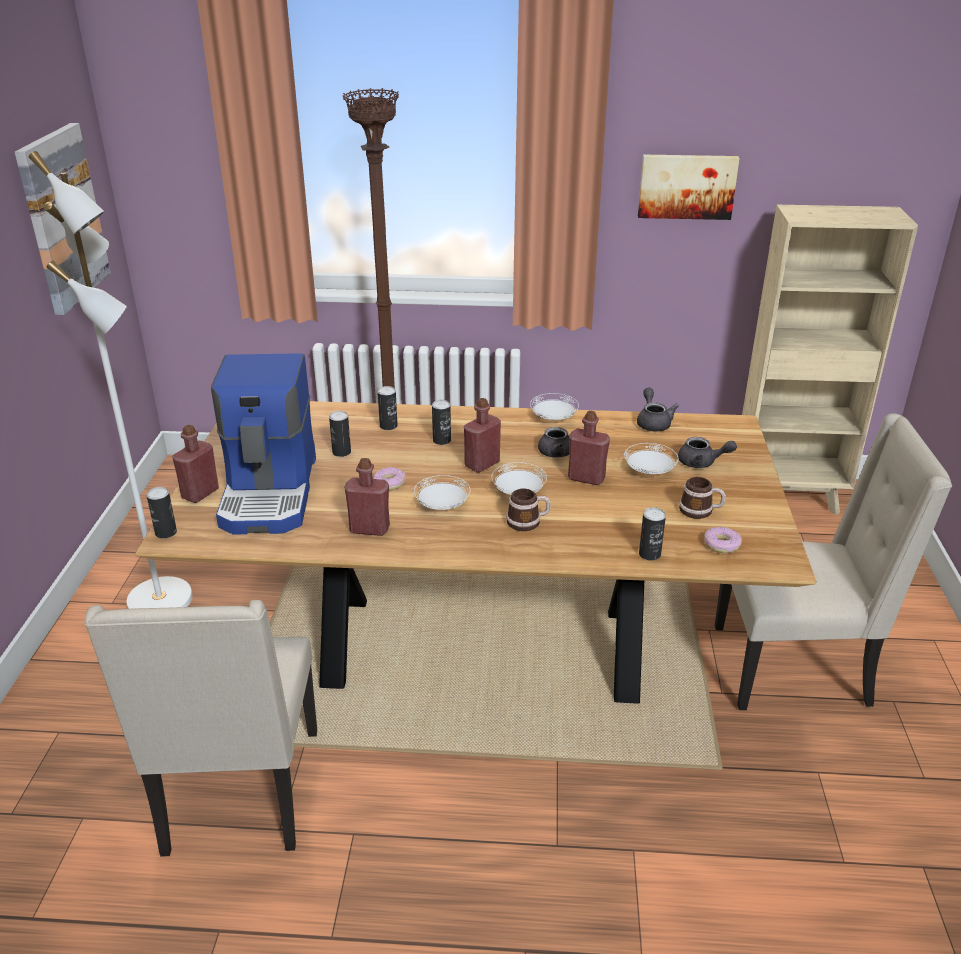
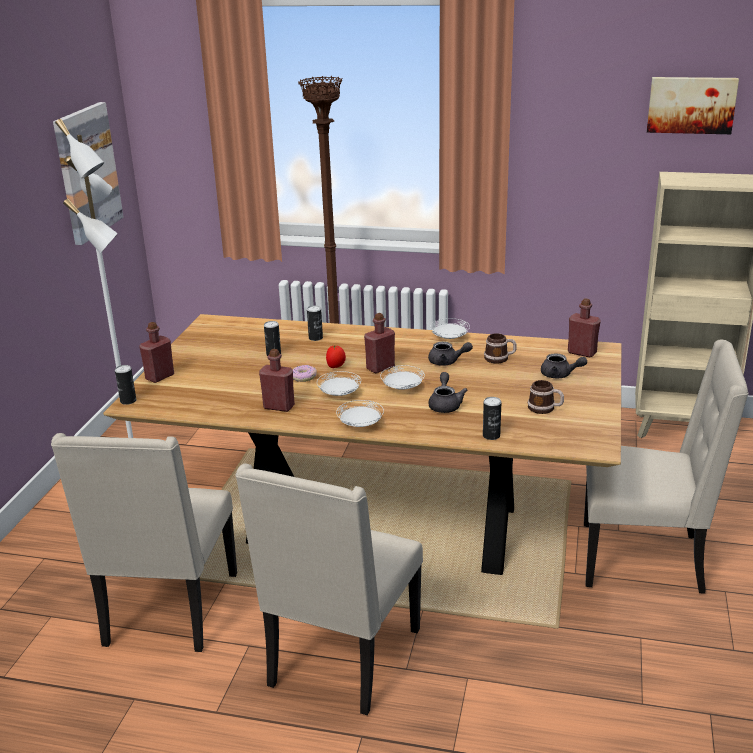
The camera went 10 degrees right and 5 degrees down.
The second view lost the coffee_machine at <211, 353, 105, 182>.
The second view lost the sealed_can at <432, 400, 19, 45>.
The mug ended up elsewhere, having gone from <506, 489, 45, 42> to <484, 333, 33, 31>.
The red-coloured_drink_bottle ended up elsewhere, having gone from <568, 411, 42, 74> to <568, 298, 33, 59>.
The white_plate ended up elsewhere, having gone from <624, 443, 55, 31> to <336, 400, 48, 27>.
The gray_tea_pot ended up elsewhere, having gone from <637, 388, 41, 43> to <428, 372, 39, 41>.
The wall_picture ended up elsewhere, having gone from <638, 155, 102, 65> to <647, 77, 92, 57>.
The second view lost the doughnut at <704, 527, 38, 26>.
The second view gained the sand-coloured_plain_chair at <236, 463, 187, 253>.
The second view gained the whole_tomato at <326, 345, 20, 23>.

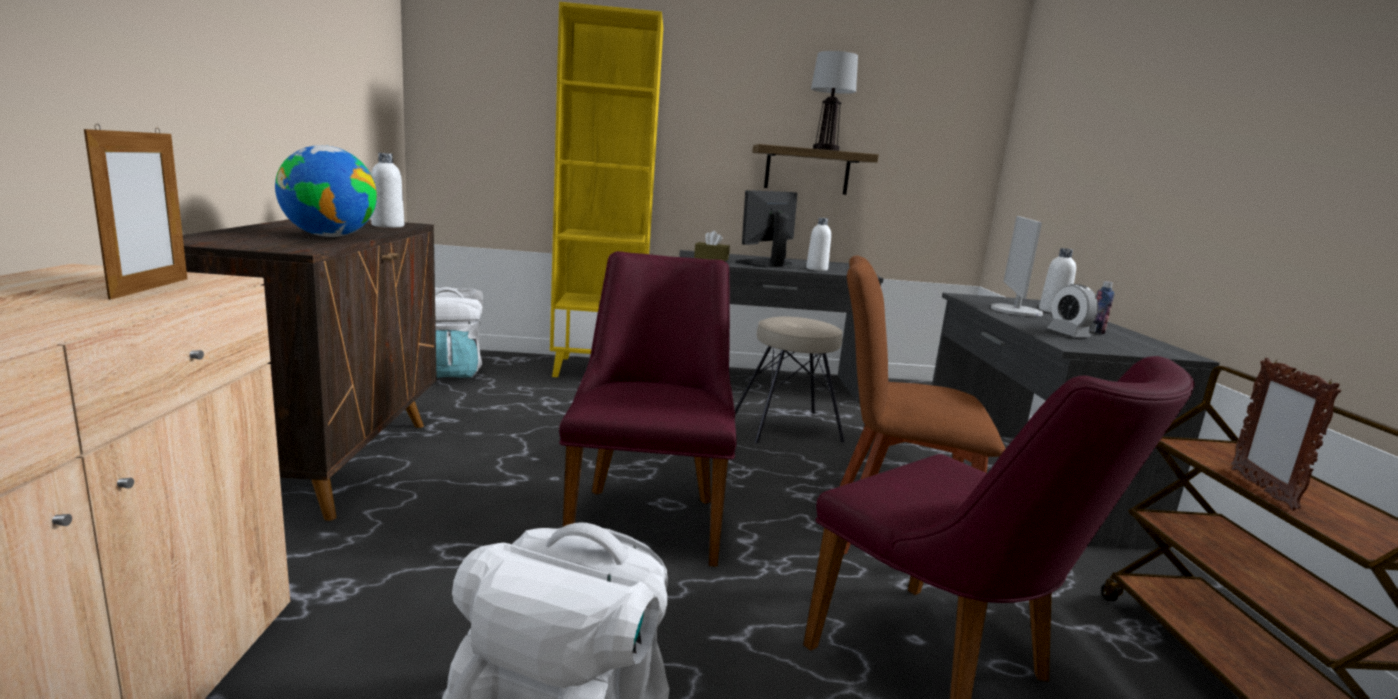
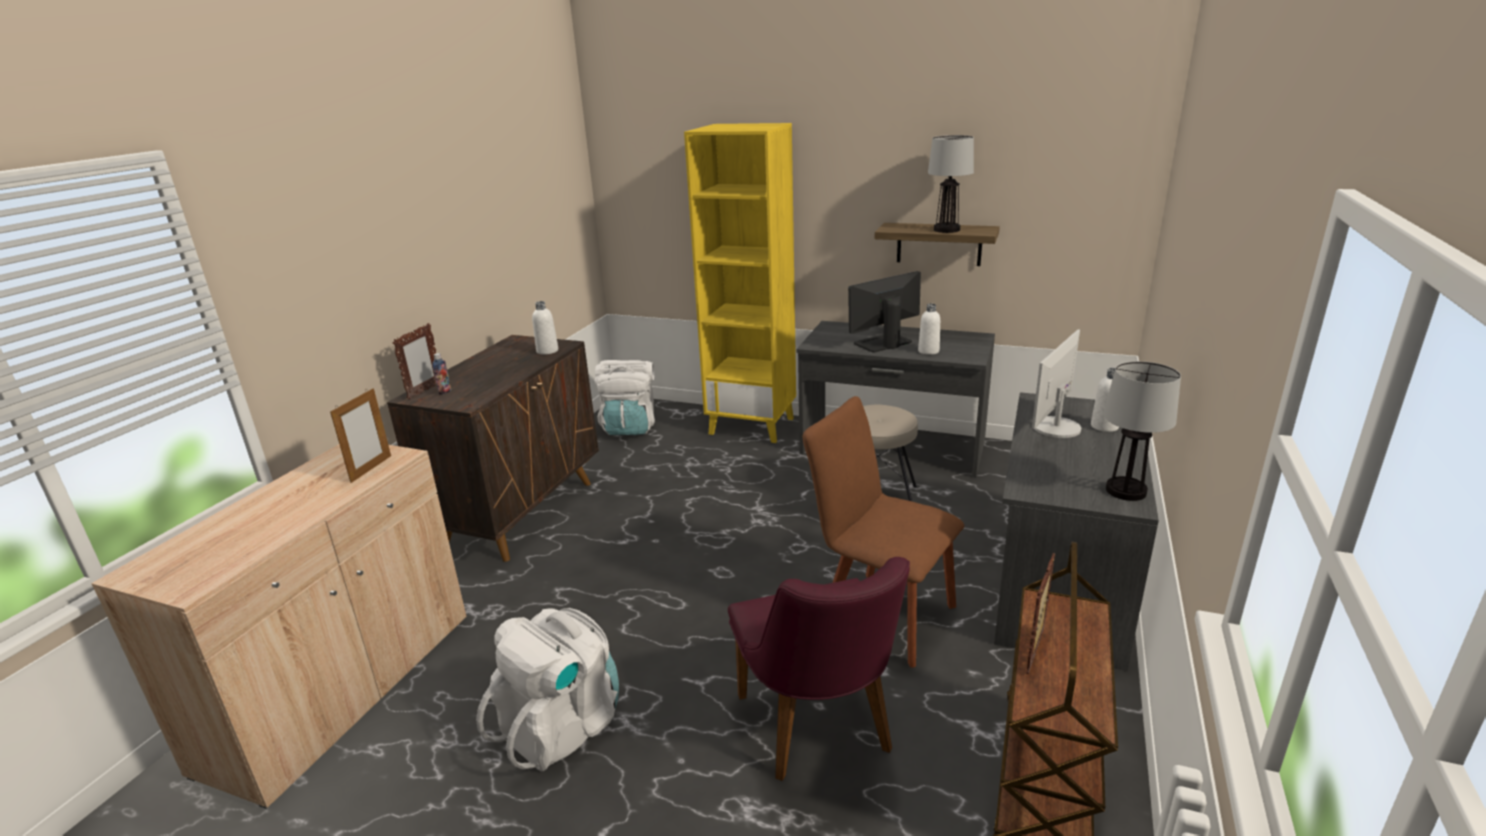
The camera went 25 degrees right and 10 degrees up.
The second view lost the world_globe at <275, 145, 102, 92>.
The second view lost the purplish_plain_chair at <559, 251, 178, 316>.
The second view lost the brownish_box_of_tissues at <694, 231, 36, 30>.
The second view lost the bedside_clock at <1047, 284, 51, 53>.
The drink_bottle ended up elsewhere, having gone from <1089, 281, 25, 53> to <433, 353, 18, 42>.
The second view gained the standing_frame at <393, 323, 44, 77>.
The second view gained the tabletop_lamp at <1103, 361, 78, 140>.

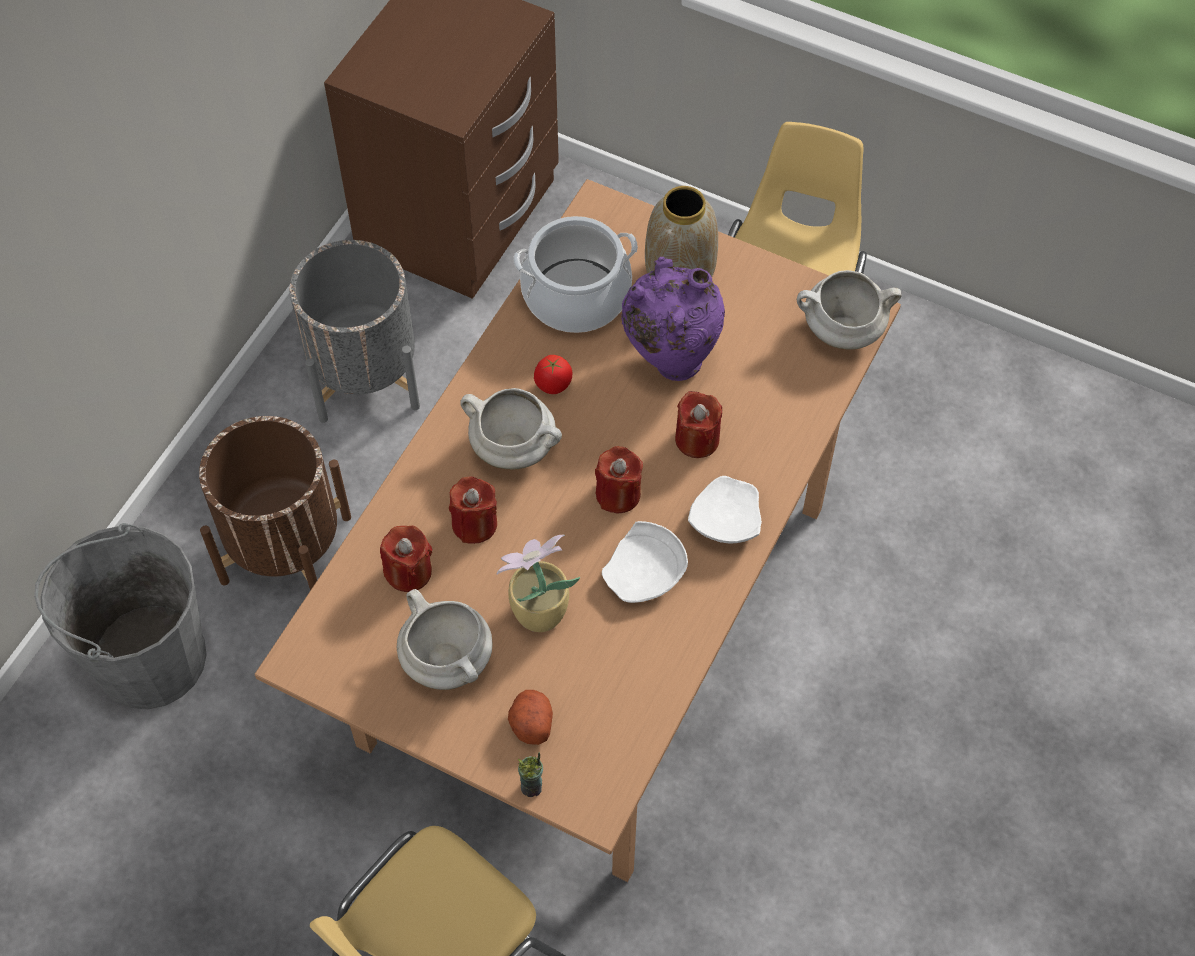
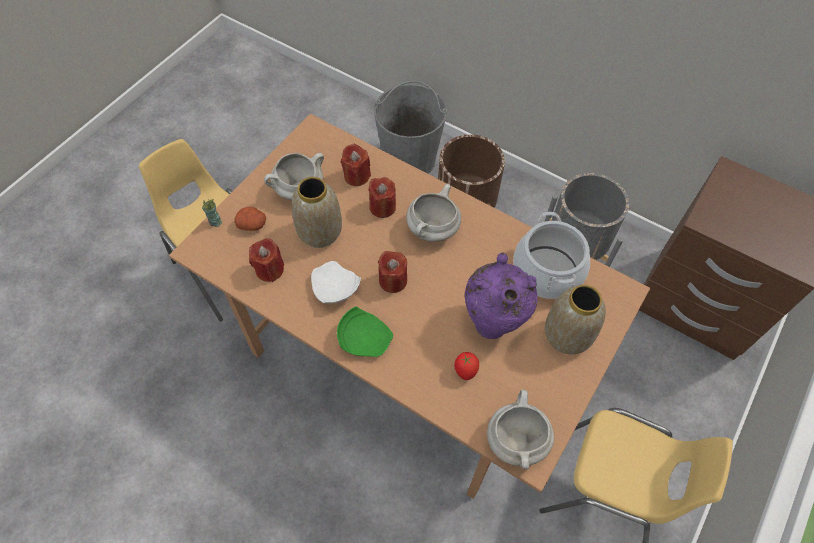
The camera went 95 degrees right and 0 degrees up.
Where the houseplant stood at <496, 535, 84, 97>, the flower_vase came to stand at <292, 177, 50, 71>.
The whole_tomato ended up elsewhere, having gone from <534, 355, 38, 39> to <454, 352, 25, 28>.
The red-coloured_candle ended up elsewhere, having gone from <675, 391, 47, 67> to <249, 238, 35, 44>.
What was the white_plate at <688, 476, 74, 67> turned into the green_plate at <337, 307, 56, 50>.

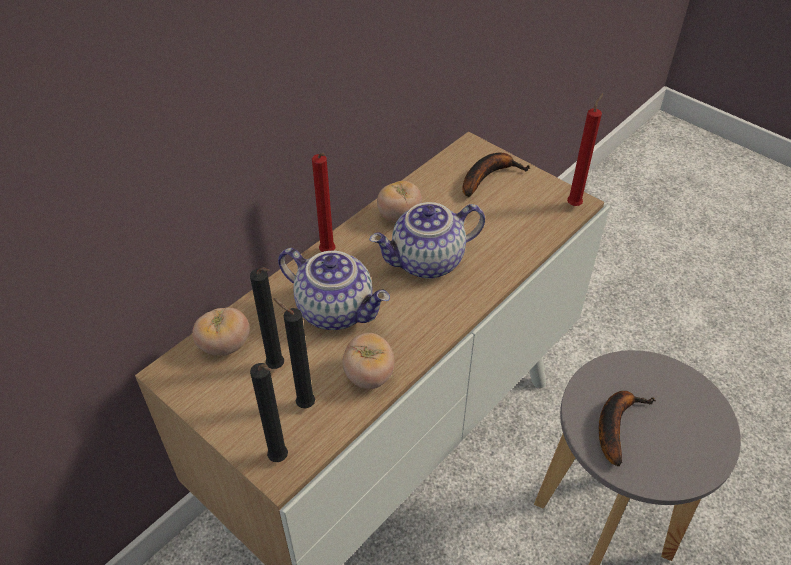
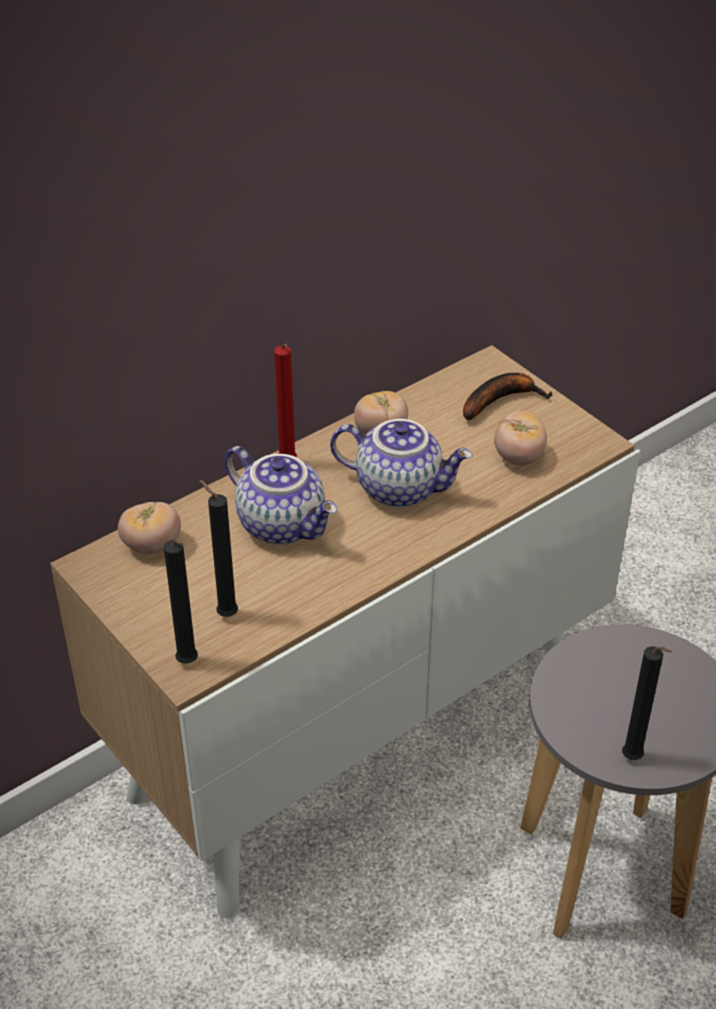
The camera went 10 degrees right and 5 degrees down.
The black_candle ended up elsewhere, having gone from <250, 267, 34, 102> to <622, 646, 50, 114>.
The whole_tomato ended up elsewhere, having gone from <342, 333, 53, 56> to <494, 411, 53, 54>.
The tea_pot at <369, 202, 116, 77> ended up facing another way, 150 degrees counterclockwise from before.
The second view lost the red-coloured_candle at <567, 93, 36, 113>.
The second view lost the banana at <599, 391, 57, 75>.

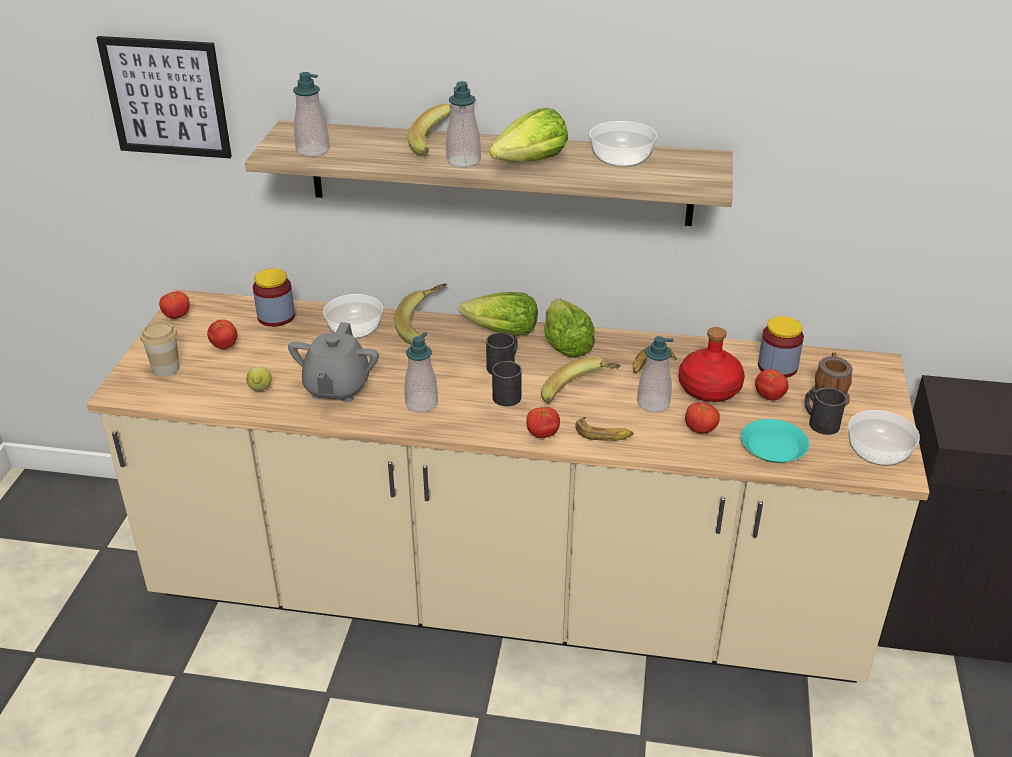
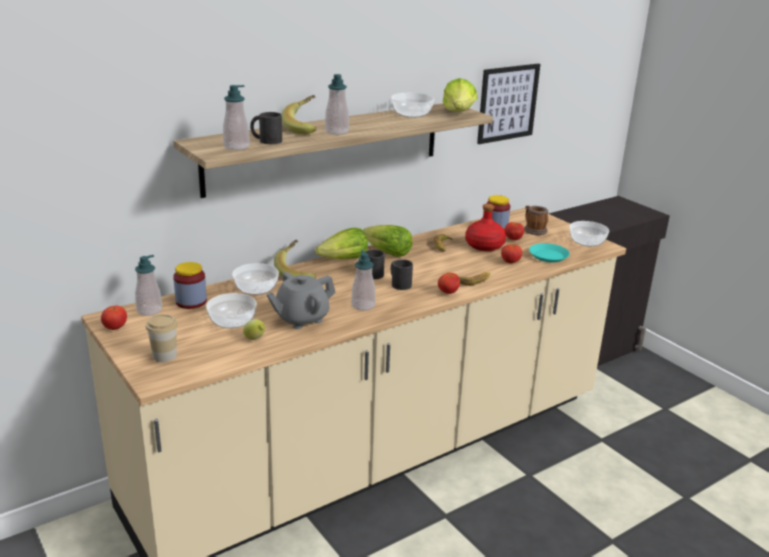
The camera went 45 degrees left and 10 degrees down.
The wall_picture ended up elsewhere, having gone from <96, 36, 136, 122> to <477, 63, 63, 81>.
The second view lost the whole_tomato at <207, 320, 30, 29>.
The gray_tea_pot at <288, 322, 91, 80> ended up facing another way, 90 degrees clockwise from before.
The lettuce_head ended up elsewhere, having gone from <489, 108, 79, 54> to <443, 78, 34, 34>.
The second view lost the banana at <541, 356, 80, 47>.
The soap_dispenser ended up elsewhere, having gone from <637, 336, 37, 76> to <135, 255, 27, 61>.
The black_mug ended up elsewhere, having gone from <804, 388, 42, 47> to <250, 112, 32, 32>.
The second view gained the deep_dish at <206, 293, 51, 36>.

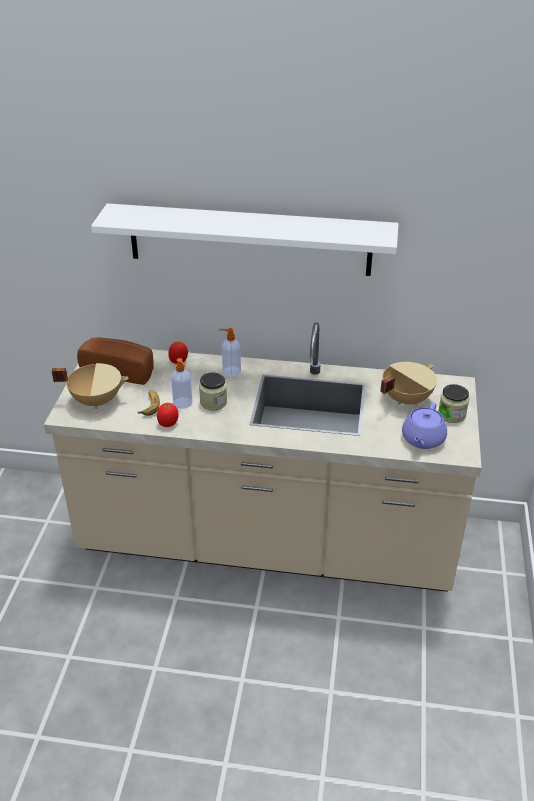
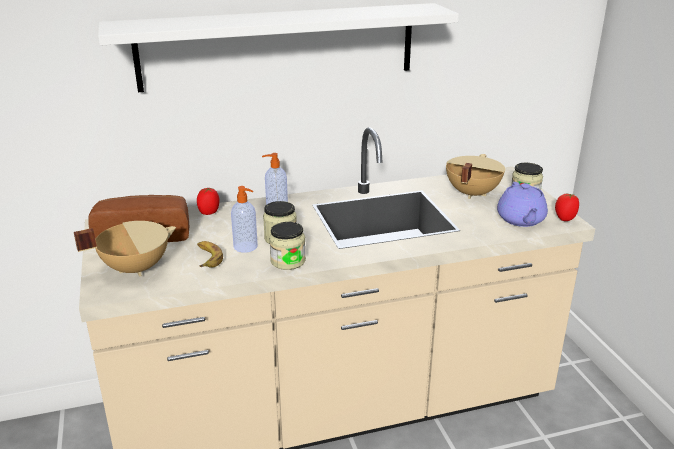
The camera went 25 degrees left and 10 degrees down.
The whole_tomato ended up elsewhere, having gone from <157, 403, 22, 24> to <555, 194, 24, 27>.
The second view gained the preserve_jar at <269, 222, 37, 48>.

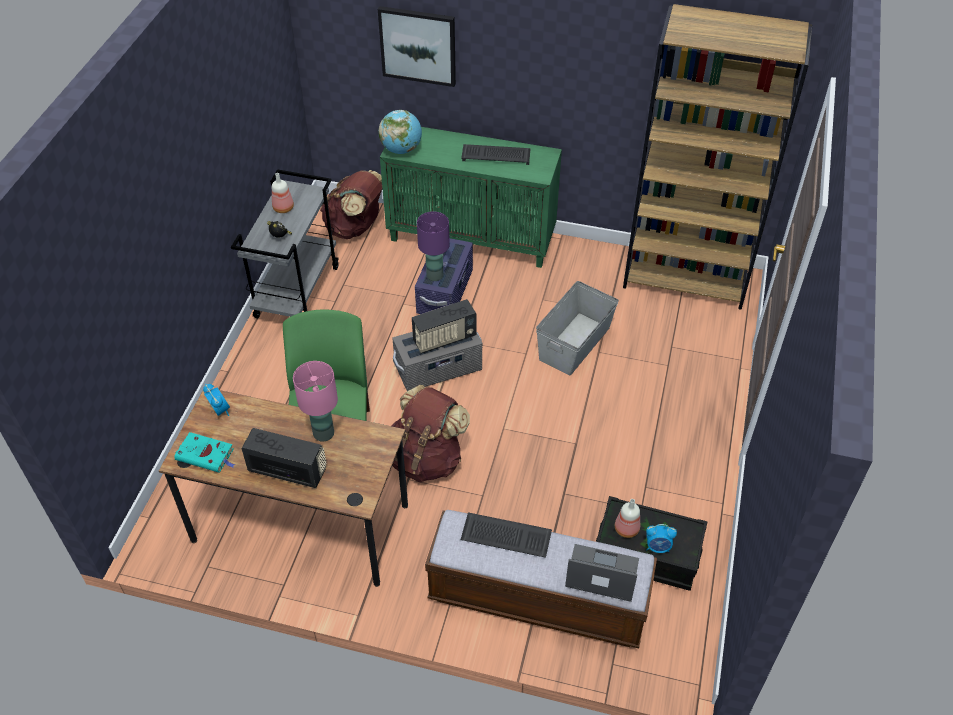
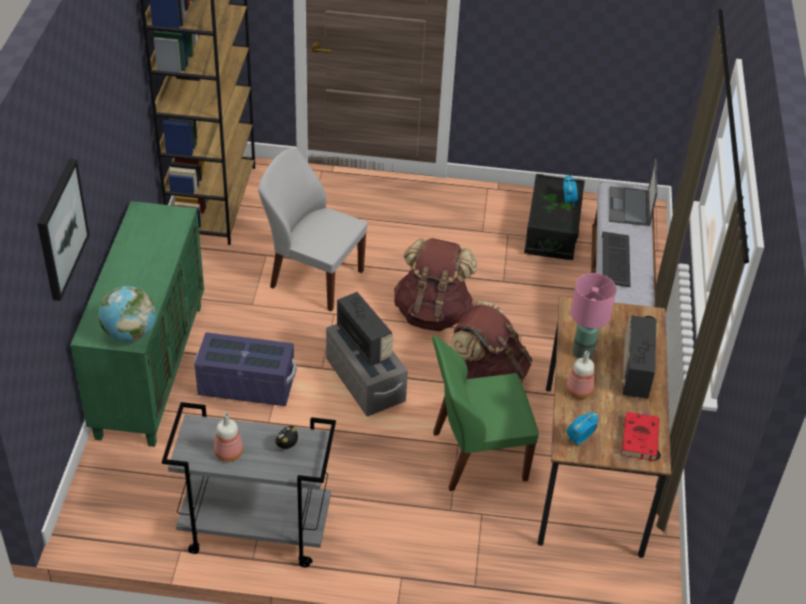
The camera went 100 degrees left and 5 degrees down.
What was the blue-green_book at <174, 432, 61, 41> turned into the red-coloured_book at <622, 412, 37, 49>.
The brownish_knapsack ended up elsewhere, having gone from <320, 170, 62, 69> to <394, 238, 83, 93>.
The second view lost the purplish_tabletop_lamp at <417, 212, 33, 69>.
The second view lost the PC_keyboard at <461, 144, 70, 21>.
Where the gray_storage_bin stood at <536, 281, 83, 95>, the white_plain_chair came to stand at <258, 148, 109, 163>.
The drink_bottle ended up elsewhere, having gone from <615, 499, 25, 39> to <566, 351, 28, 48>.

